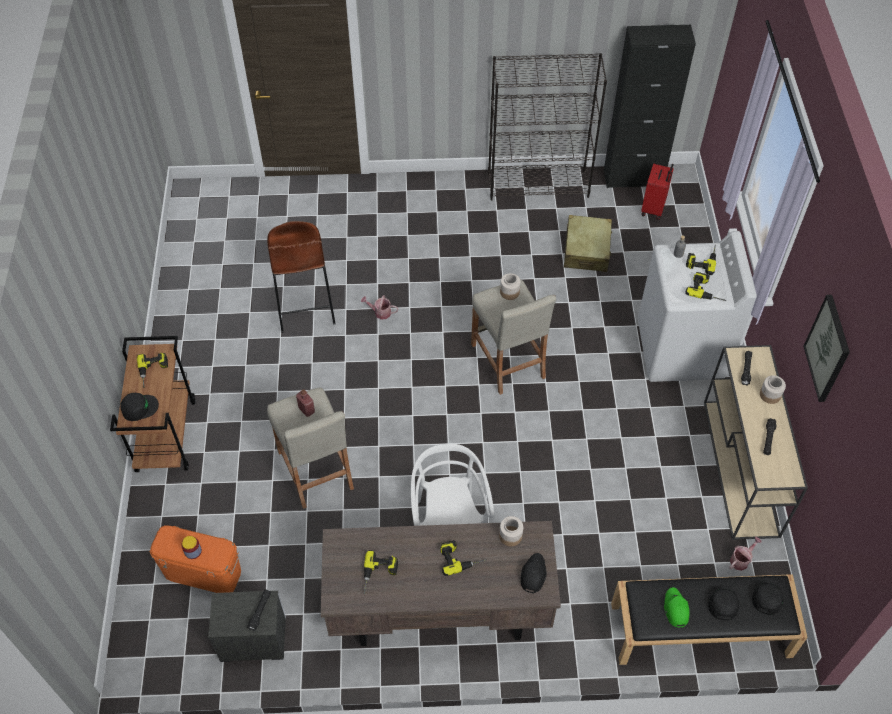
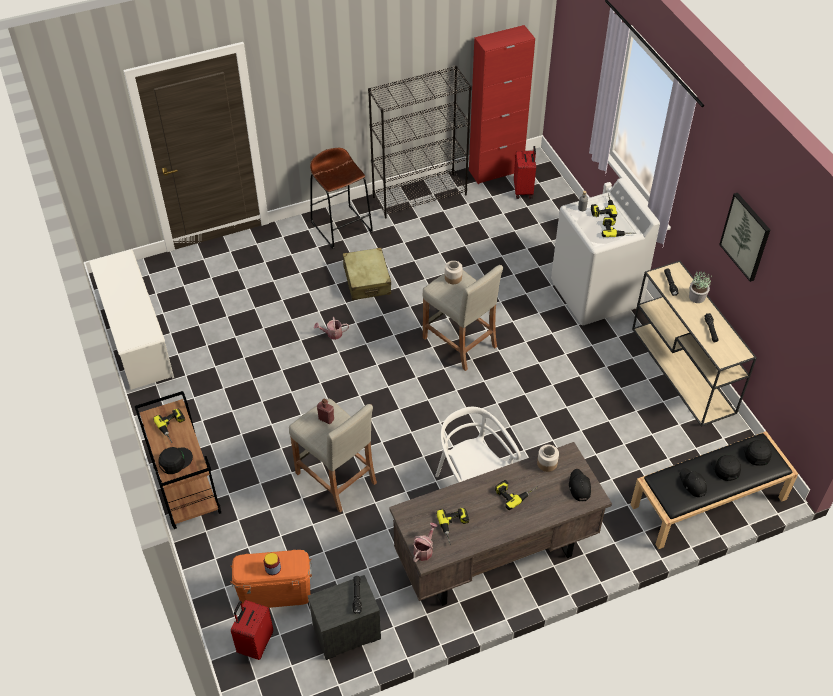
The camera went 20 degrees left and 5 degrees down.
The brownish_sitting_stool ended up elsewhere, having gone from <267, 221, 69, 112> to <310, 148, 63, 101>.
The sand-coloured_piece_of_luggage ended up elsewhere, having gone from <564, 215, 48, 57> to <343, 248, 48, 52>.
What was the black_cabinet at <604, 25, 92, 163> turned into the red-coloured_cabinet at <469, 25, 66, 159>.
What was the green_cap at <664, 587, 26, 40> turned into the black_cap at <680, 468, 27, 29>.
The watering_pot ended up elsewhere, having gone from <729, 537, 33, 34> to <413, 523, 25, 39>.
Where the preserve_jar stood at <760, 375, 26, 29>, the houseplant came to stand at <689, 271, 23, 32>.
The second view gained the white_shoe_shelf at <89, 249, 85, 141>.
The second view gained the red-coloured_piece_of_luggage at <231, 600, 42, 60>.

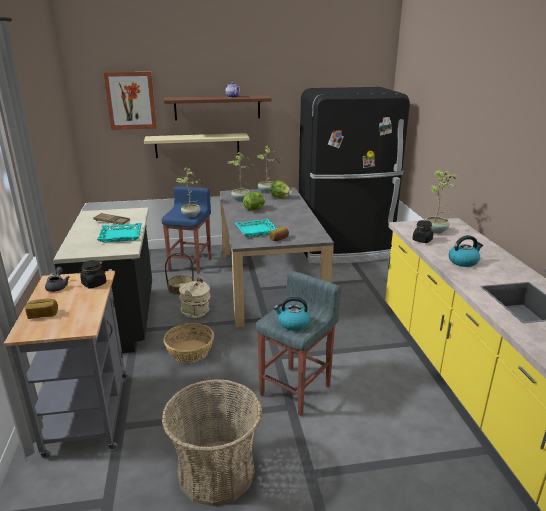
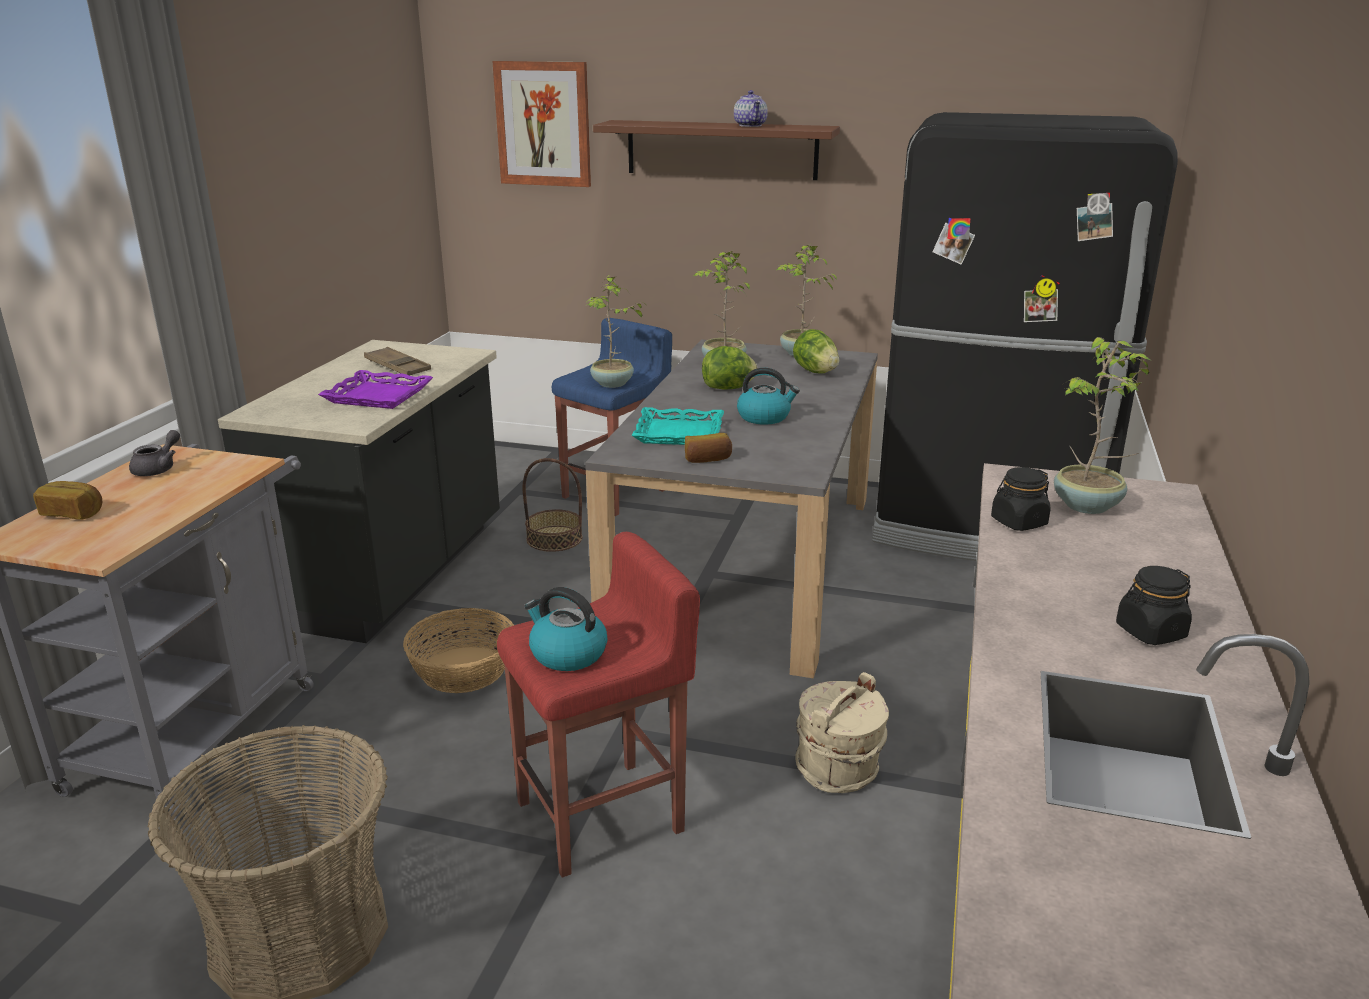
The camera went 25 degrees right and 0 degrees up.
The black_preserve_jar ended up elsewhere, having gone from <78, 260, 29, 29> to <1116, 566, 76, 79>.
What was the blue-green_carrying_tray at <97, 223, 45, 20> turned into the purplish_carrying_tray at <318, 370, 115, 39>.
The second view lost the sand-coloured_shelf at <144, 133, 105, 25>.
The sand-coloured_water_bucket ended up elsewhere, having gone from <179, 277, 31, 41> to <795, 672, 94, 121>.
What was the gray_sitting_stool at <255, 271, 86, 145> turned into the red-coloured_sitting_stool at <497, 532, 203, 346>.
The kettle ended up elsewhere, having gone from <449, 235, 34, 32> to <737, 368, 63, 57>.

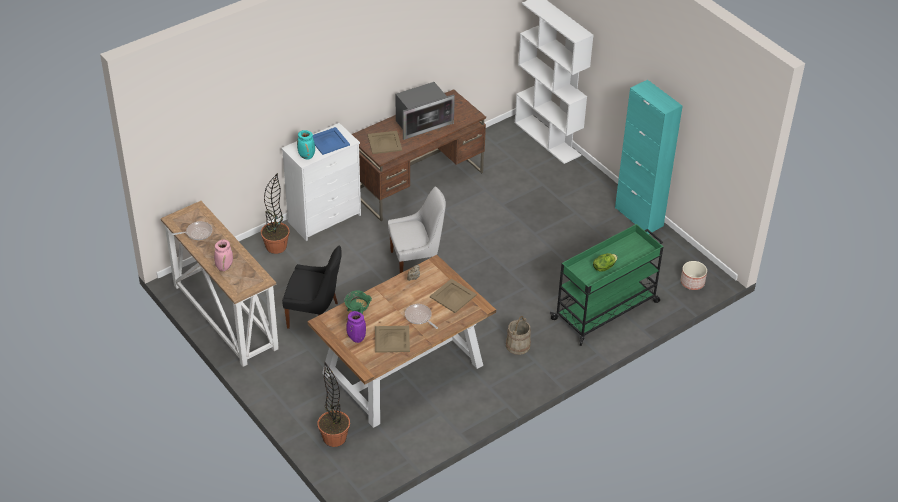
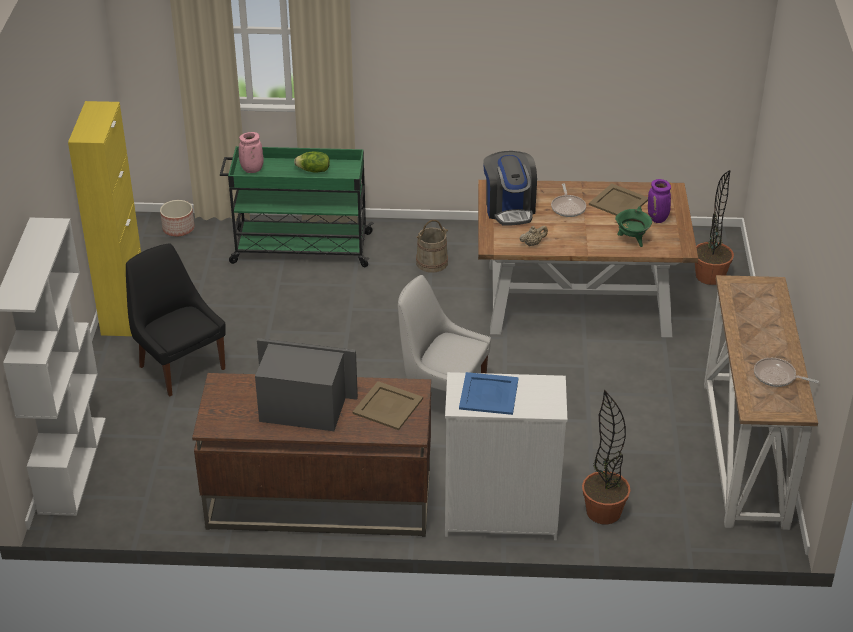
The camera went 140 degrees left and 5 degrees down.
The pink-coloured_flower_vase ended up elsewhere, having gone from <214, 240, 19, 31> to <239, 132, 25, 41>.
The black_plain_chair ended up elsewhere, having gone from <282, 245, 60, 84> to <126, 244, 100, 152>.
The second view lost the blue-green_flower_vase at <297, 130, 18, 30>.
Where the sand-coloured_carrying_tray stood at <430, 279, 47, 34>, the coffee_machine came to stand at <483, 151, 54, 75>.
What was the blue-green_cabinet at <615, 80, 68, 154> turned into the yellowish_cabinet at <68, 101, 73, 235>.

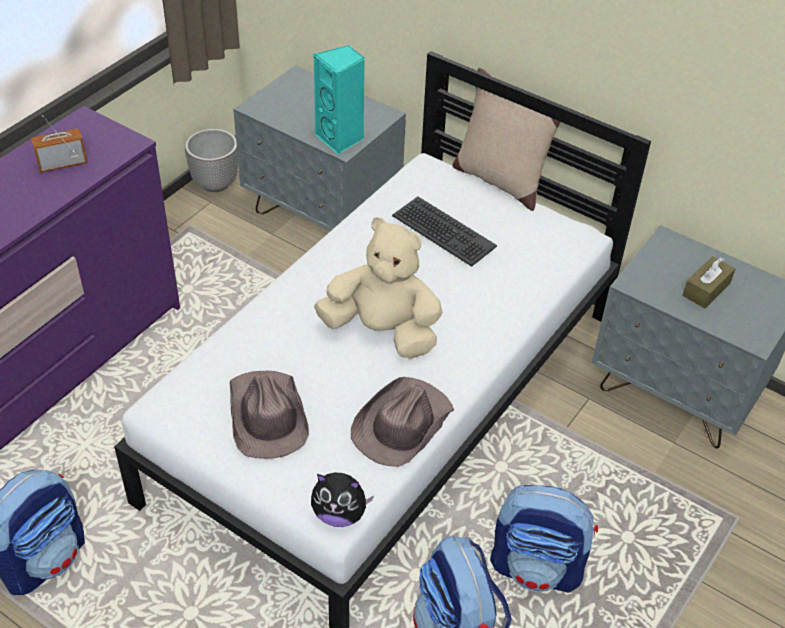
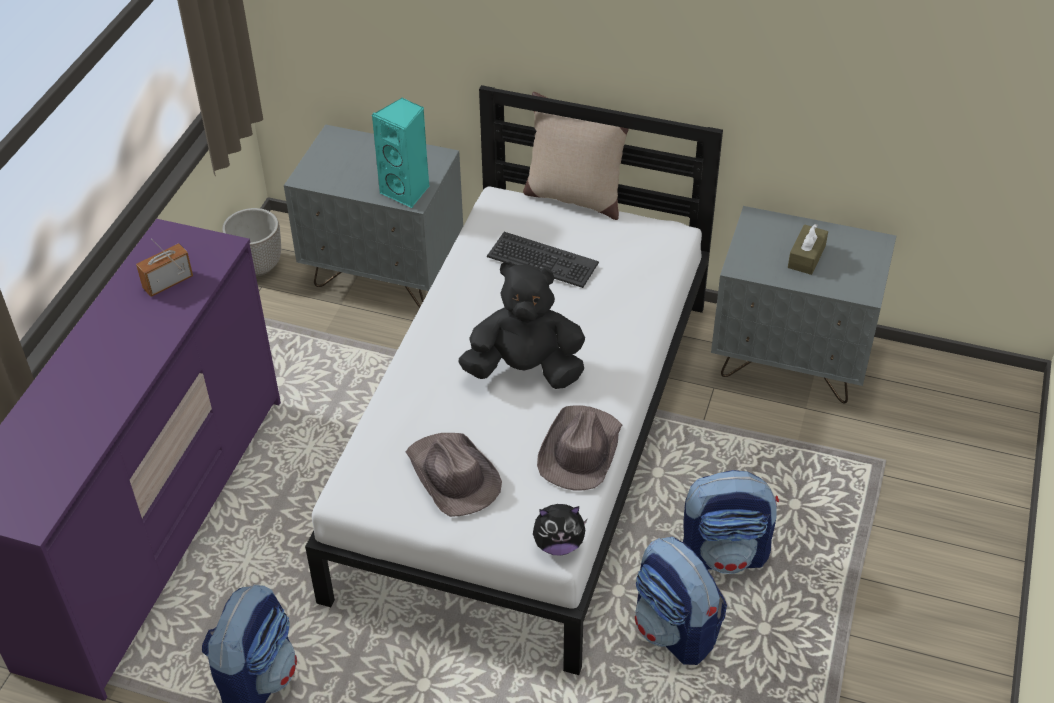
The camera went 15 degrees left and 0 degrees up.
What was the sand-coloured_soft_toy at <314, 217, 129, 141> turned into the black_soft_toy at <458, 261, 127, 128>.

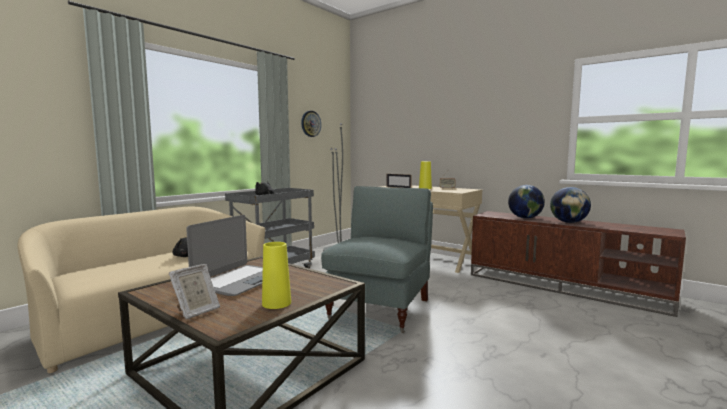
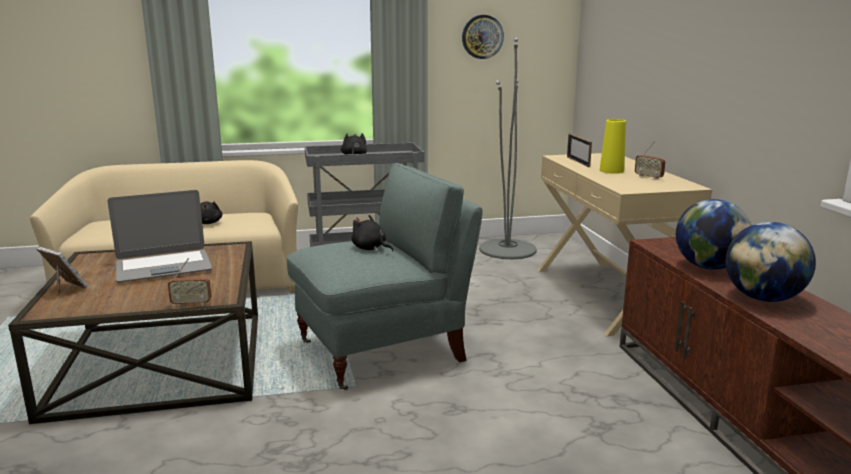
The camera went 40 degrees right and 10 degrees up.
The standing_frame at <169, 264, 51, 55> ended up facing another way, 135 degrees counterclockwise from before.
The second view lost the yellowish_flower_vase at <262, 242, 29, 67>.
The second view gained the radio_set at <168, 258, 43, 48>.
The second view gained the black_soft_toy at <352, 215, 42, 37>.

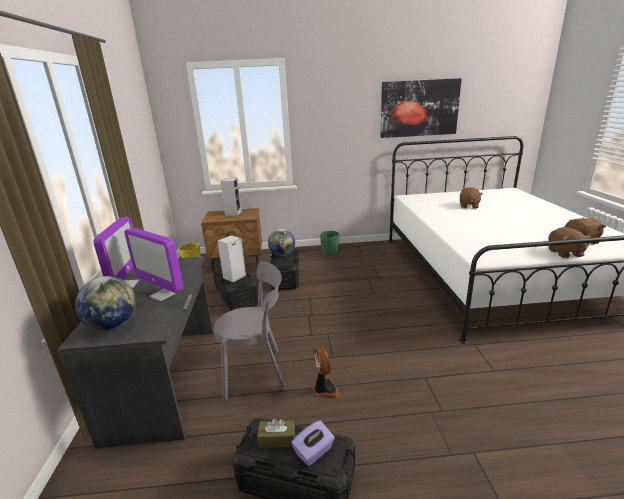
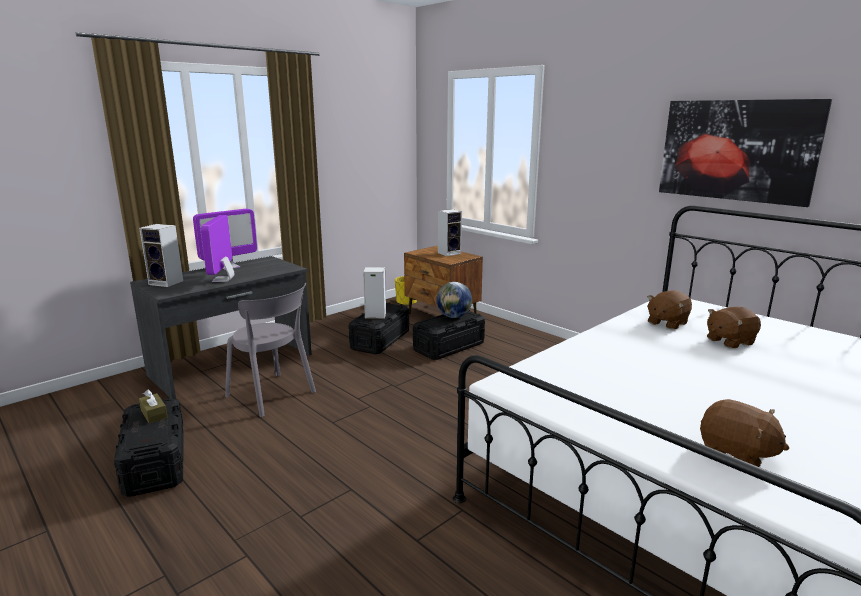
The camera went 50 degrees right and 5 degrees down.
Where the world_globe stood at <75, 276, 61, 55>, the speaker came to stand at <139, 224, 44, 63>.
The second view lost the purplish_box_of_tissues at <291, 420, 44, 46>.
The second view lost the cooling_fan at <312, 347, 28, 51>.
The second view lost the green_plant_pot at <320, 231, 19, 24>.
The brownish_soft_toy ended up elsewhere, having gone from <549, 227, 43, 31> to <647, 290, 45, 40>.

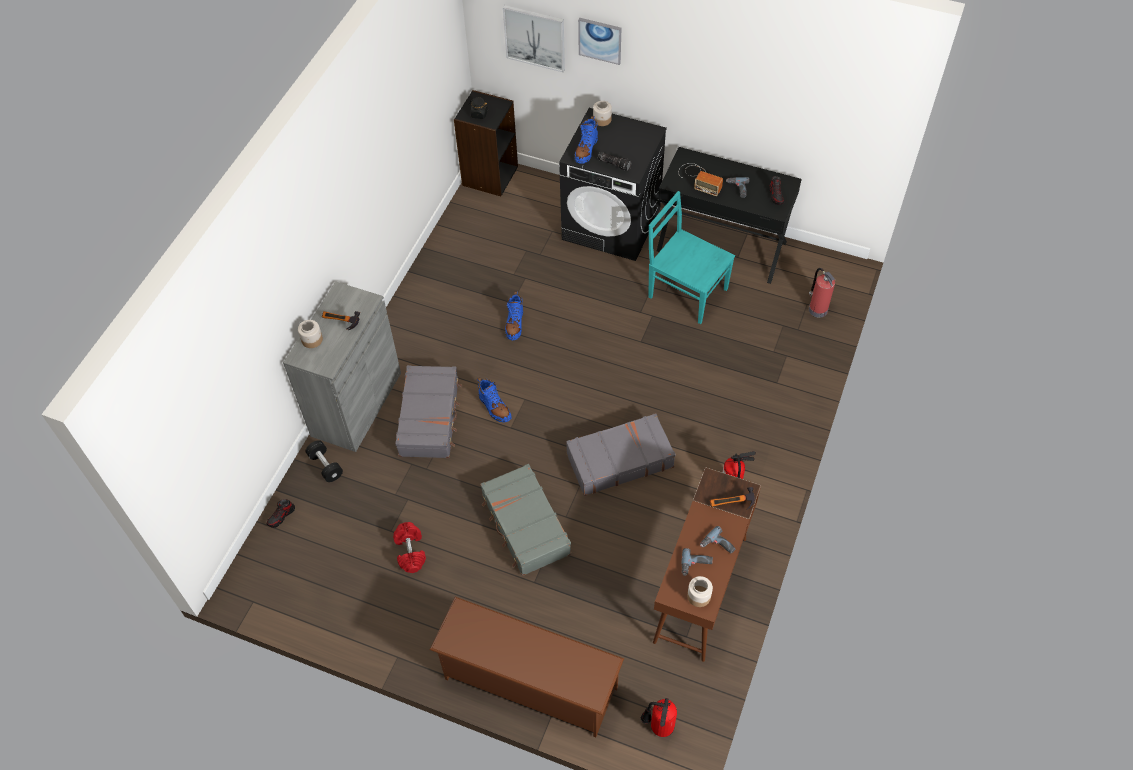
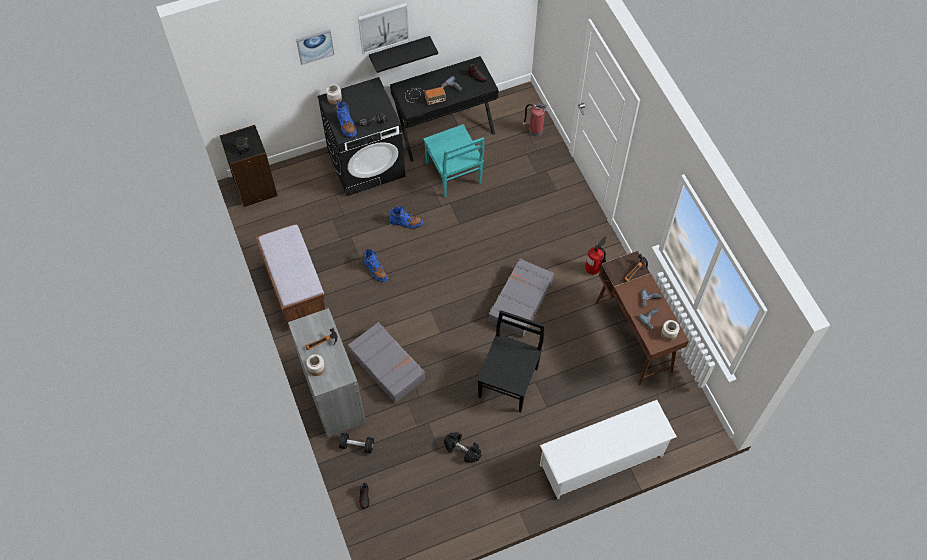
The camera went 45 degrees left and 5 degrees up.
What was the red-coloured_free_weight at <393, 522, 33, 51> turned into the black_free_weight at <444, 432, 38, 31>.
What was the brownish_shoe_shelf at <430, 597, 194, 140> turned into the white_shoe_shelf at <540, 400, 137, 99>.
The blue_tall_boot ended up elsewhere, having gone from <477, 377, 35, 45> to <387, 205, 37, 24>.
Where the gray_piece_of_luggage stood at <480, 464, 91, 112>, the black_plain_chair came to stand at <477, 310, 68, 102>.
The wall_picture ended up elsewhere, having gone from <503, 5, 62, 67> to <358, 3, 51, 51>.
The second view lost the extinguisher at <641, 698, 36, 39>.
The blue-green_plain_chair at <648, 191, 87, 133> ended up facing another way, 105 degrees counterclockwise from before.
The second view gained the brownish_long_seat at <256, 223, 70, 107>.
The second view gained the black_shelf at <369, 36, 69, 37>.

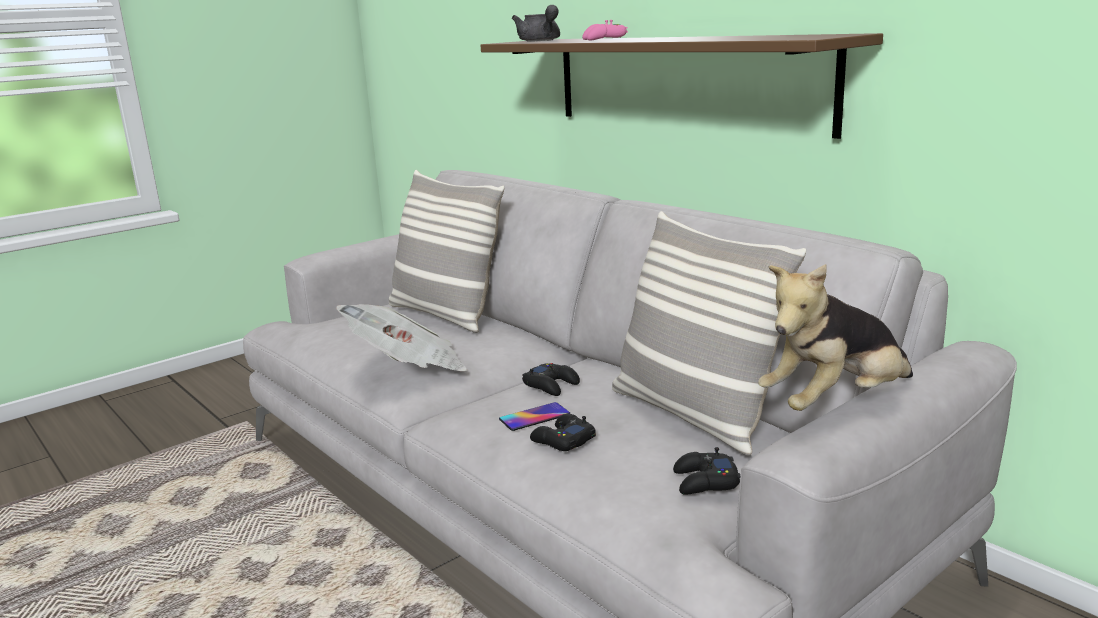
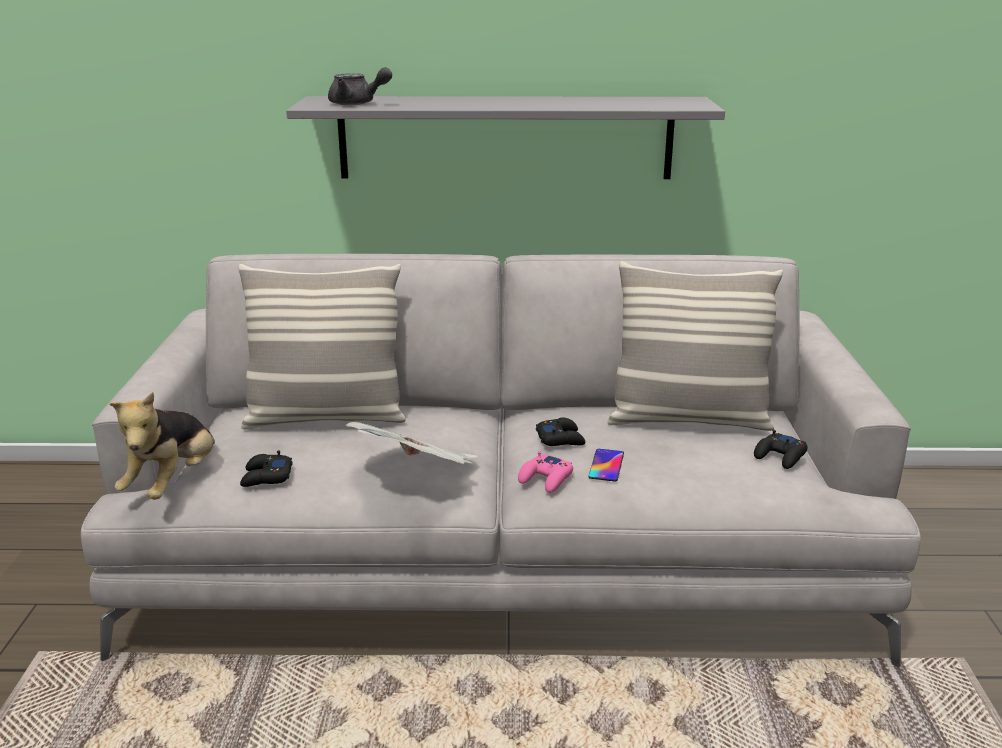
The camera went 50 degrees left and 5 degrees up.
What was the brownish_shelf at <480, 33, 403, 106> turned into the gray_shelf at <286, 96, 439, 83>.
The black_joypad ended up elsewhere, having gone from <530, 414, 66, 37> to <240, 450, 53, 37>.
The pink-coloured_joypad ended up elsewhere, having gone from <582, 20, 46, 21> to <518, 451, 55, 42>.
The soft_toy ended up elsewhere, having gone from <758, 264, 155, 147> to <109, 392, 106, 108>.

